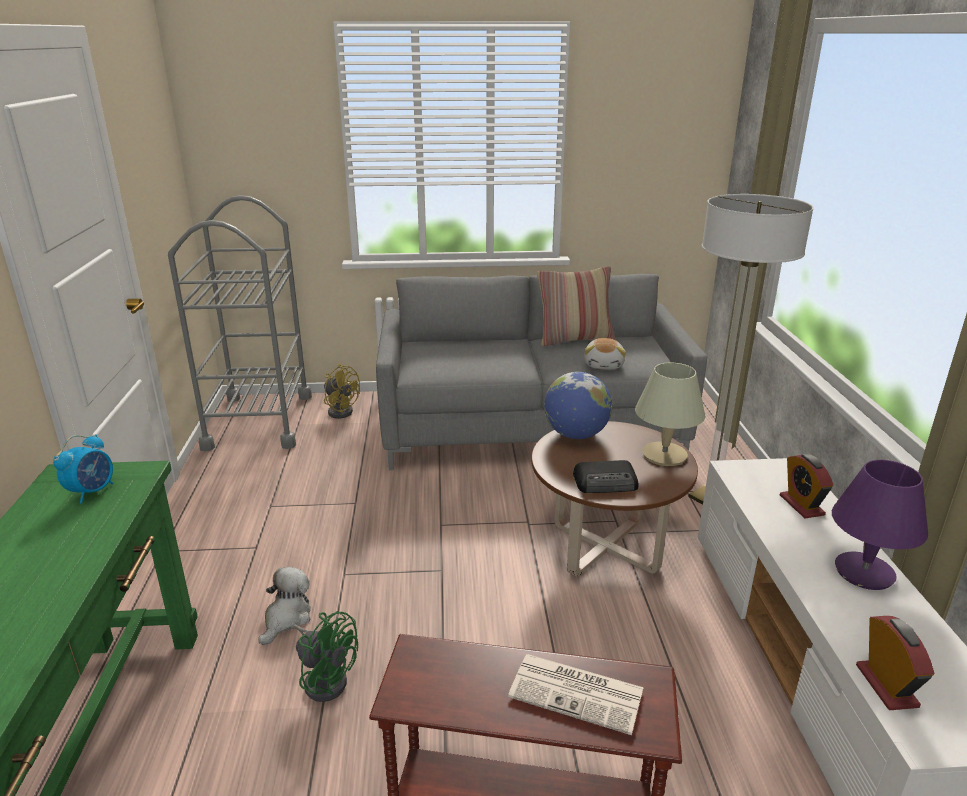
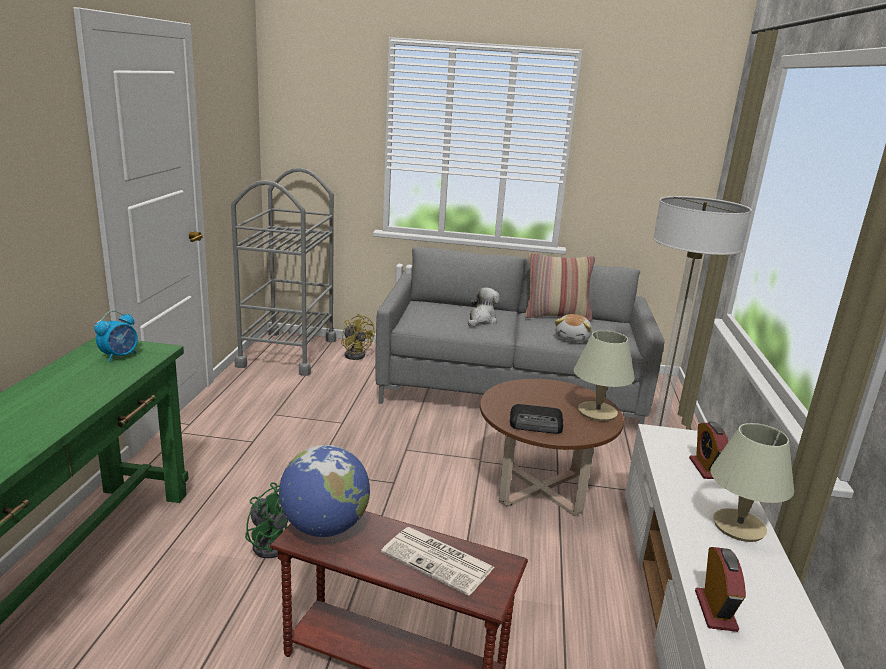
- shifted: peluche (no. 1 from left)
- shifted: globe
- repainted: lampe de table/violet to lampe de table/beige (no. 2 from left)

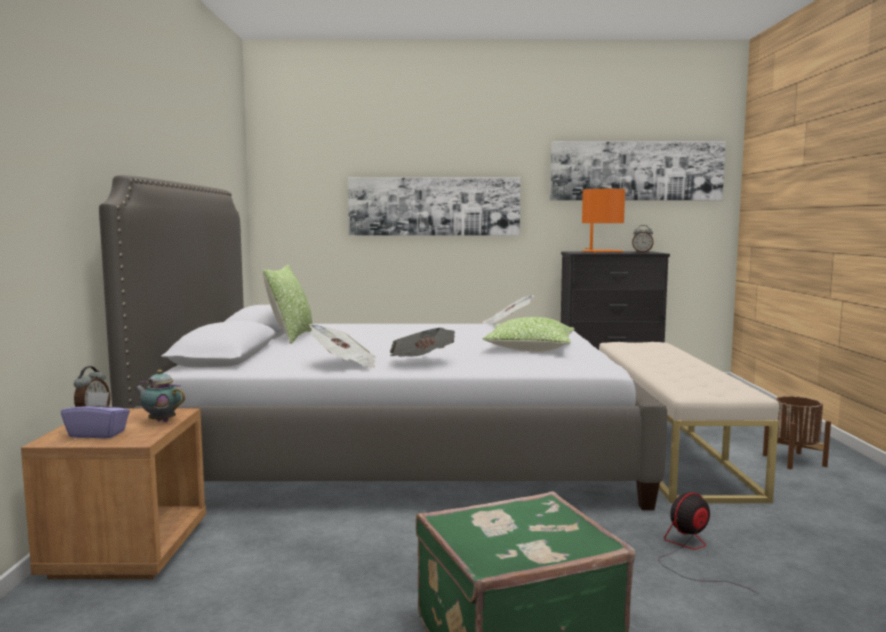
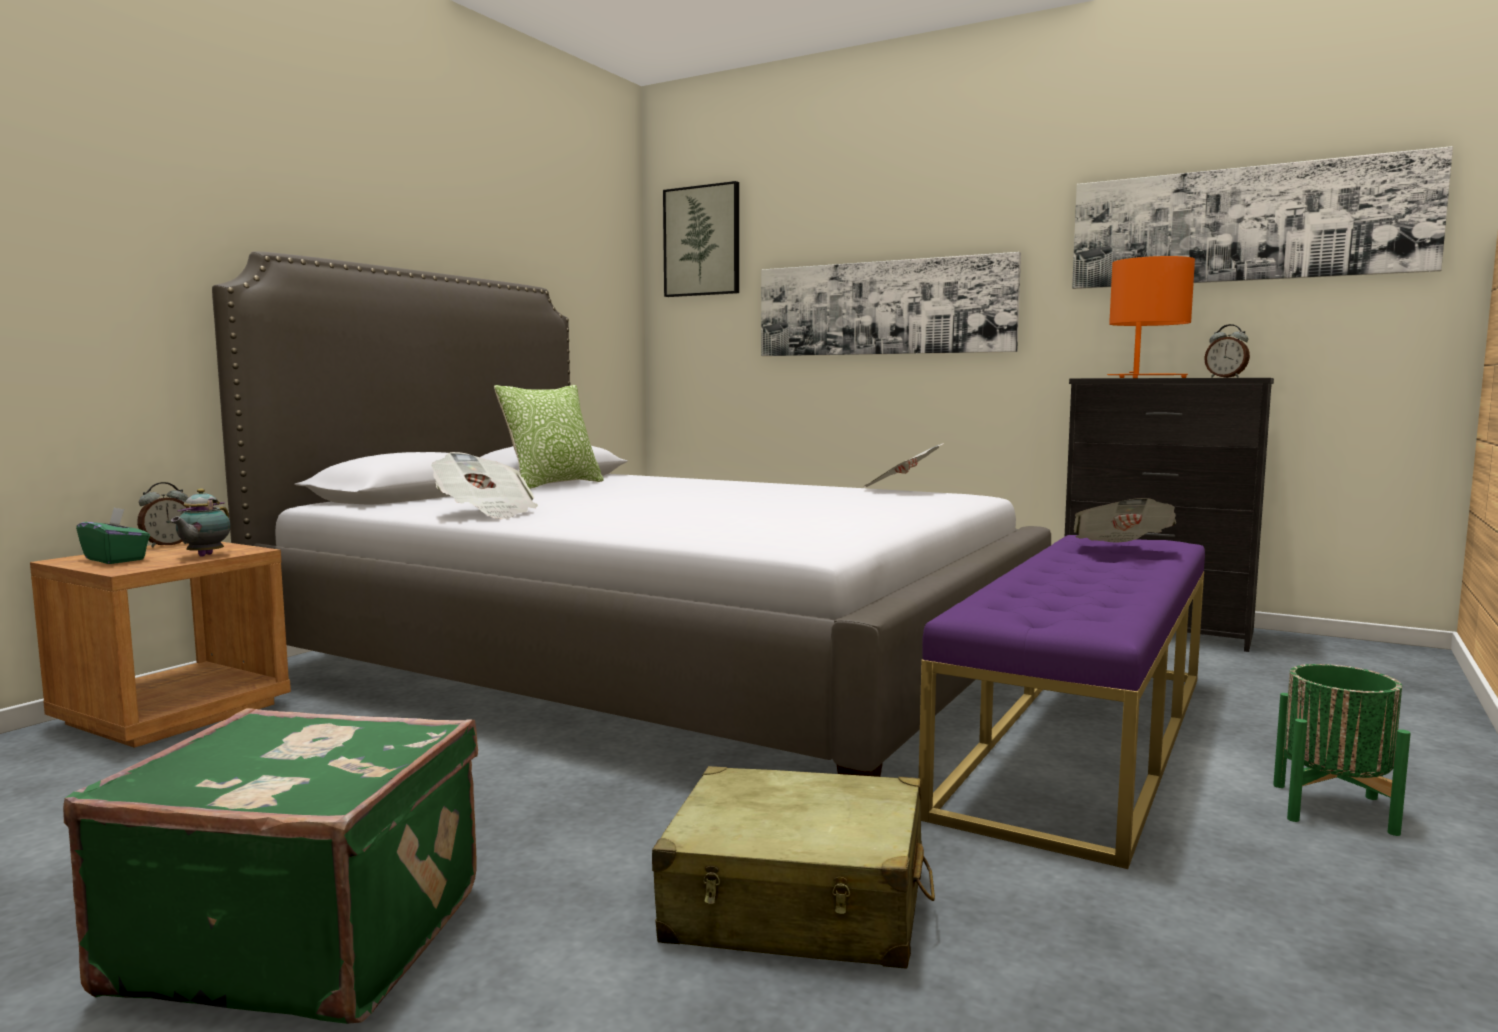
- repainted: boîte à mouchoirs/violet to boîte à mouchoirs/vert
- rotated: théière 135 degrees counterclockwise
- shifted: journal (no. 2 from left in the first image) to journal (no. 3 from left)
- gone: coussin (no. 2 from left)
- repainted: banc/beige to banc/violet
- swapped: ventilateur to valise/beige
- repainted: cache-pot/marron to cache-pot/vert
- new: tableau (no. 1 from left)

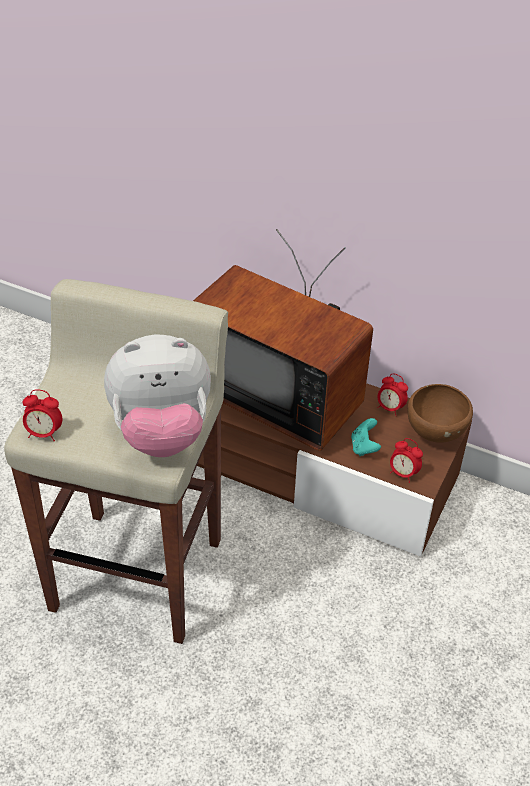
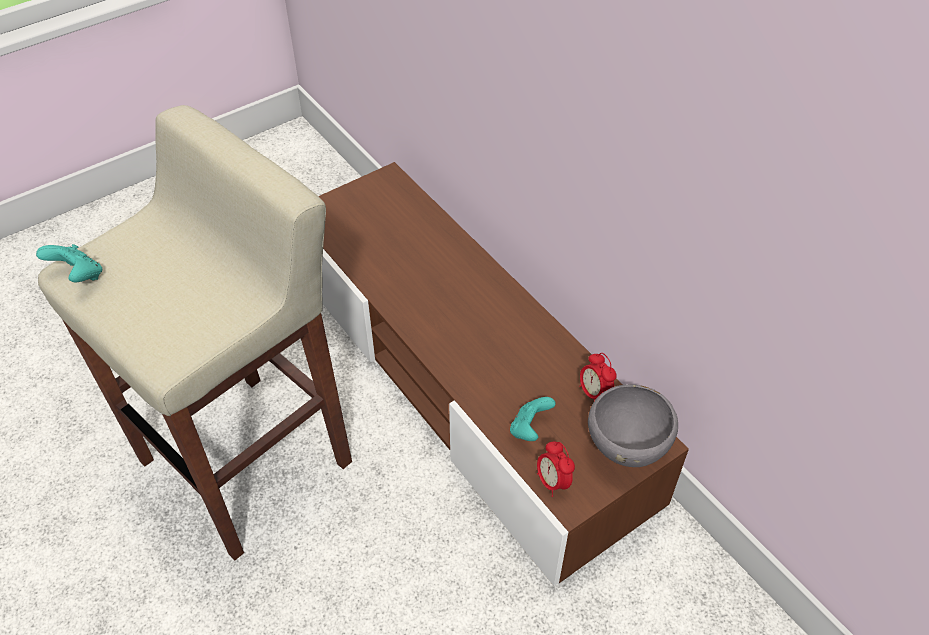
- swapped: réveil (no. 1 from left) to manette/turquoise (no. 1 from left)
- gone: peluche
- gone: téléviseur
- repainted: bol/marron to bol/gris

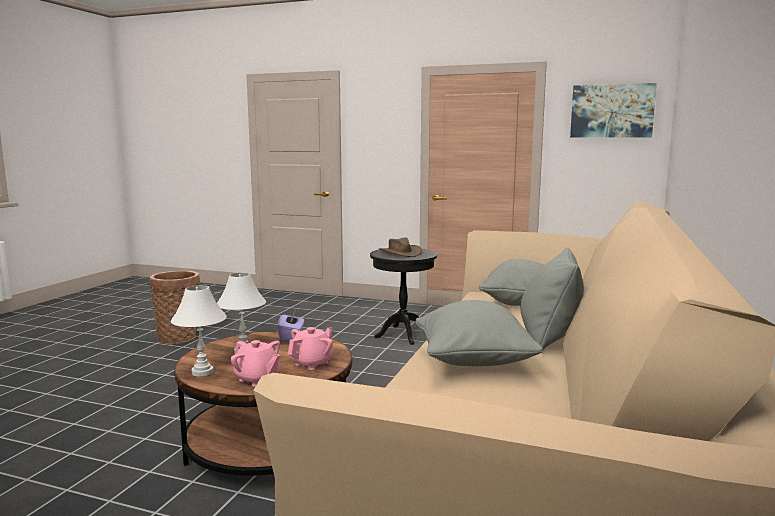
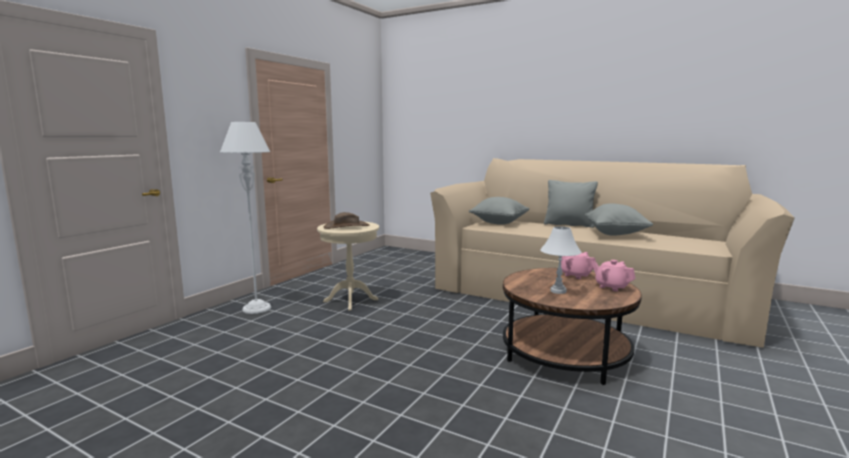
- gone: panier
- gone: lampe de table/blanc (no. 1 from left)
- rotated: théière/rose (no. 1 from left in the first image) 90 degrees counterclockwise
- gone: boîte à mouchoirs/violet
- repainted: table d'appoint/noir to table d'appoint/beige
- gone: tableau
- new: lampadaire/gris

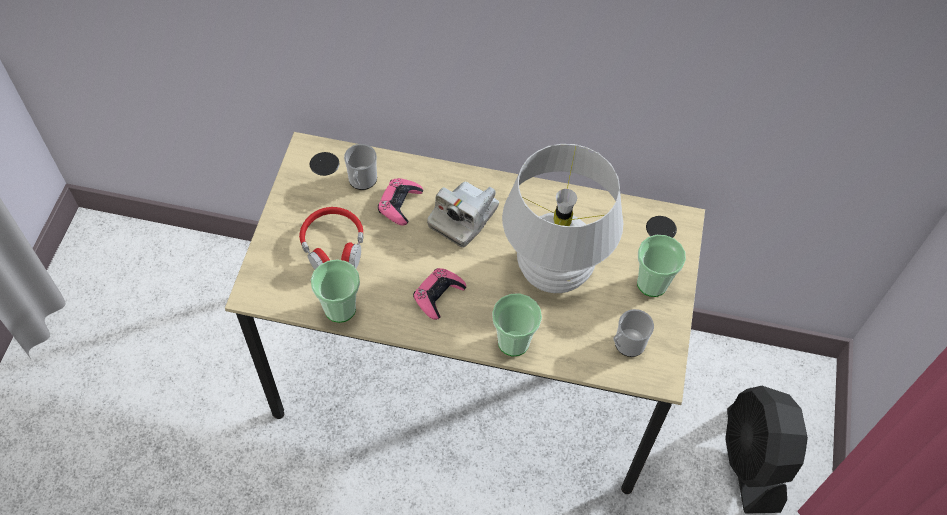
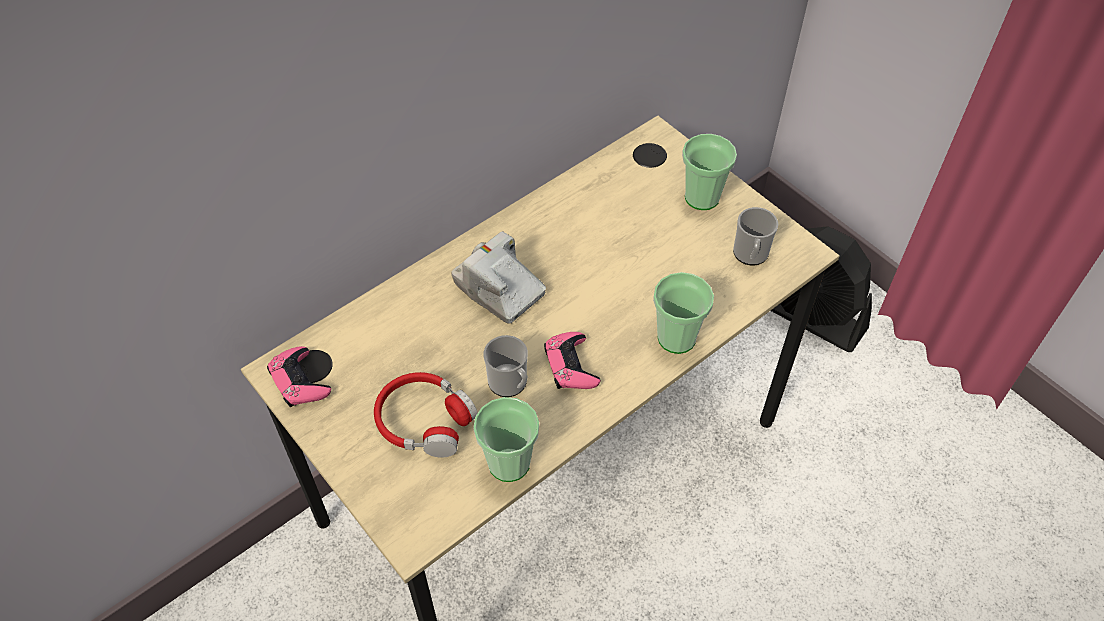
- shifted: mug (no. 1 from left)
- shifted: manette/rose (no. 1 from left)
- rotated: appareil photo 150 degrees clockwise
- gone: lampe de table/blanc

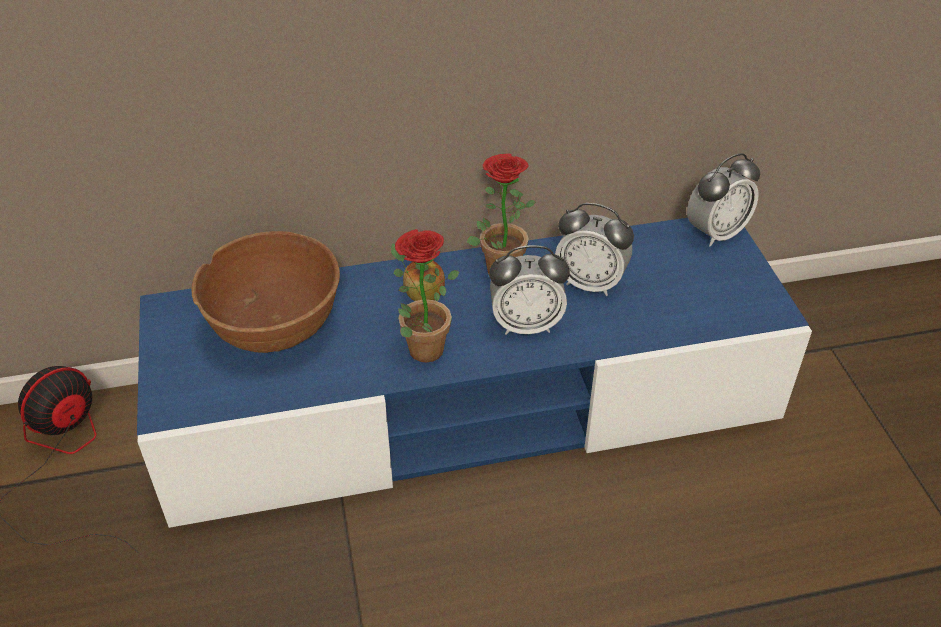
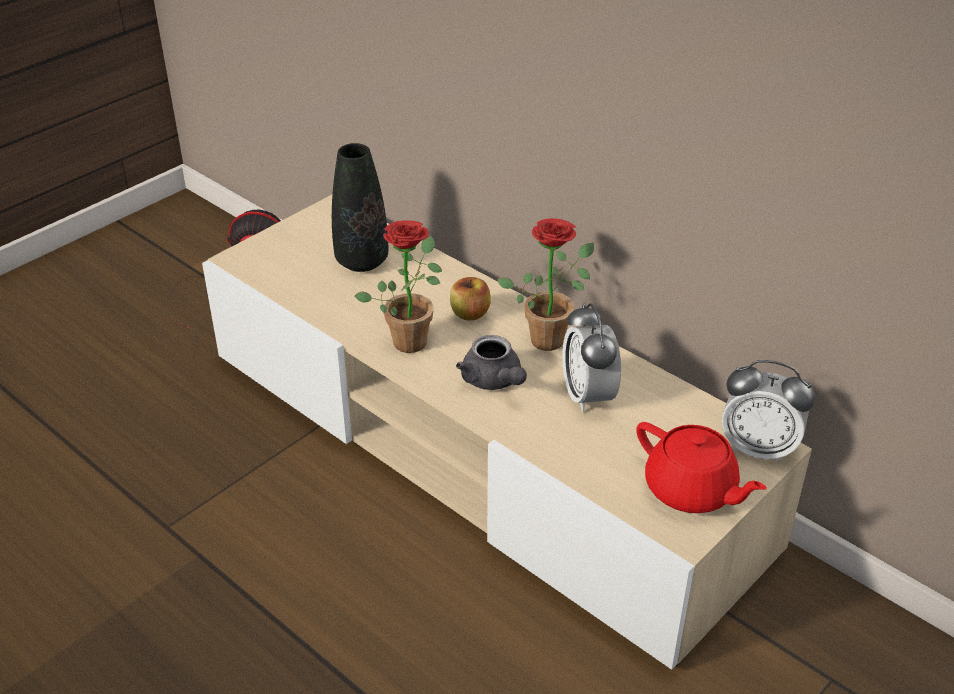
- repainted: meuble télé/bleu to meuble télé/beige
- swapped: bol/marron to vase/noir
- swapped: réveil (no. 1 from left) to théière/gris
- new: théière/rouge

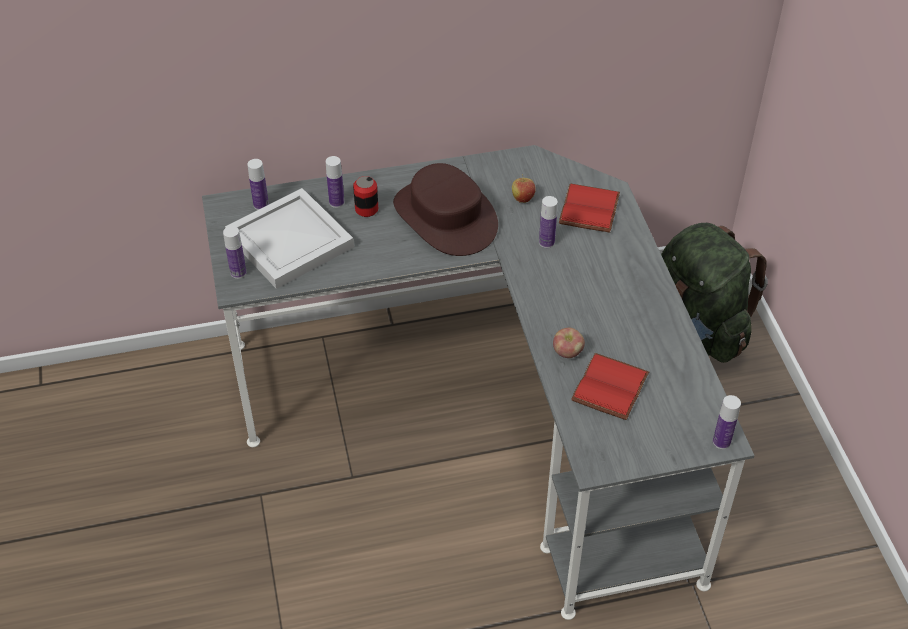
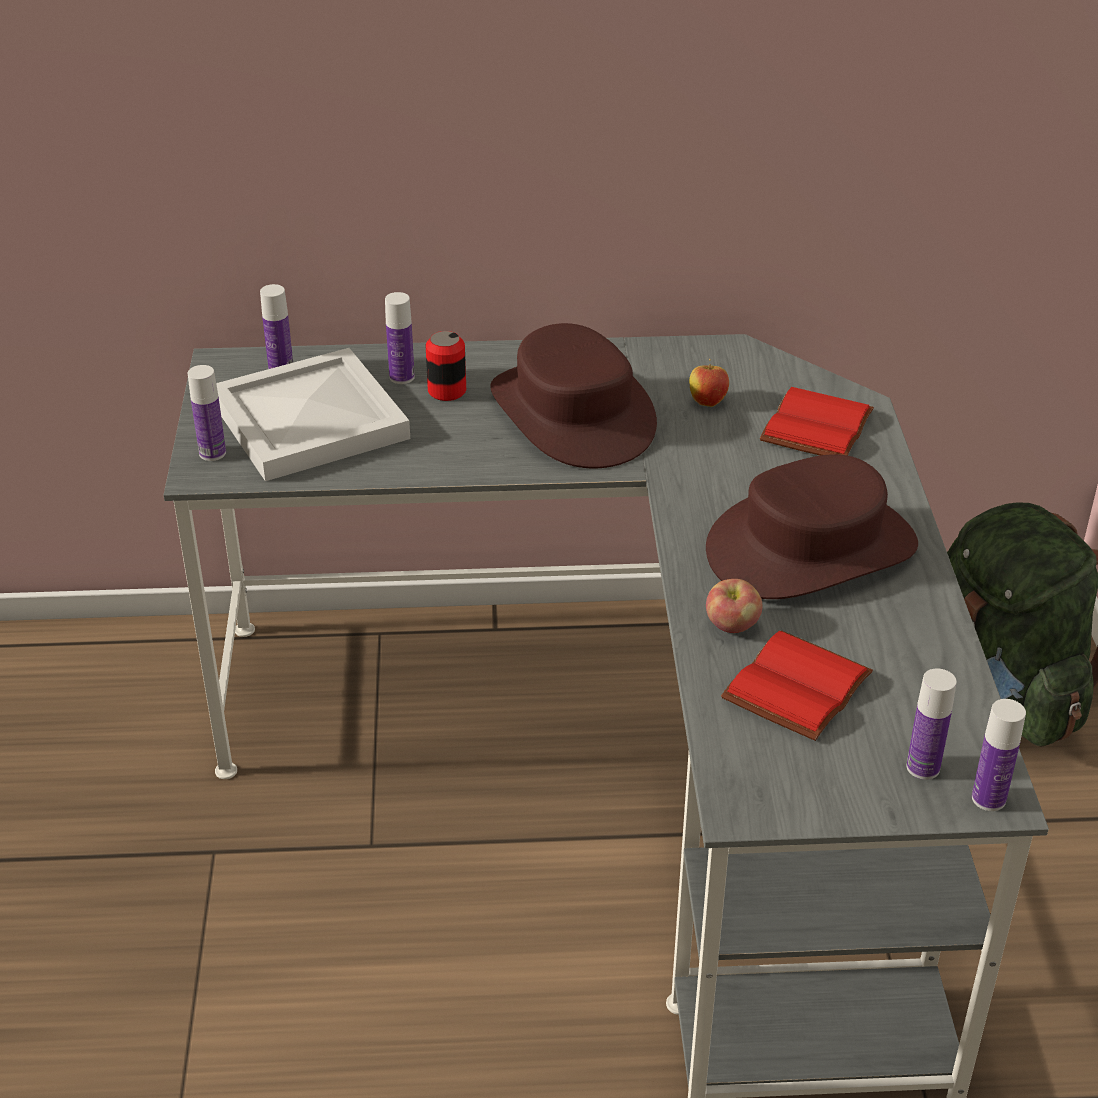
- shifted: bouteille (no. 4 from left)
- new: chapeau/marron (no. 2 from left)

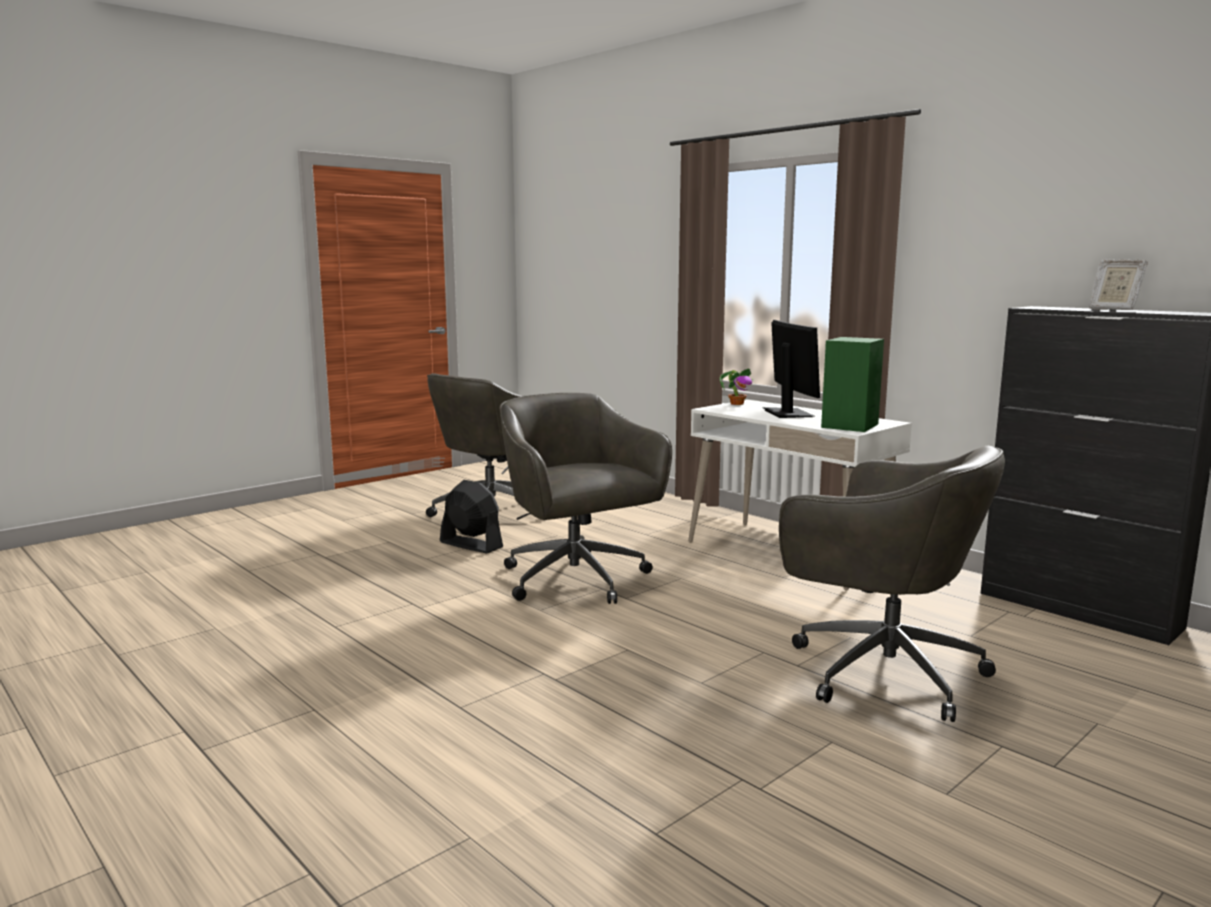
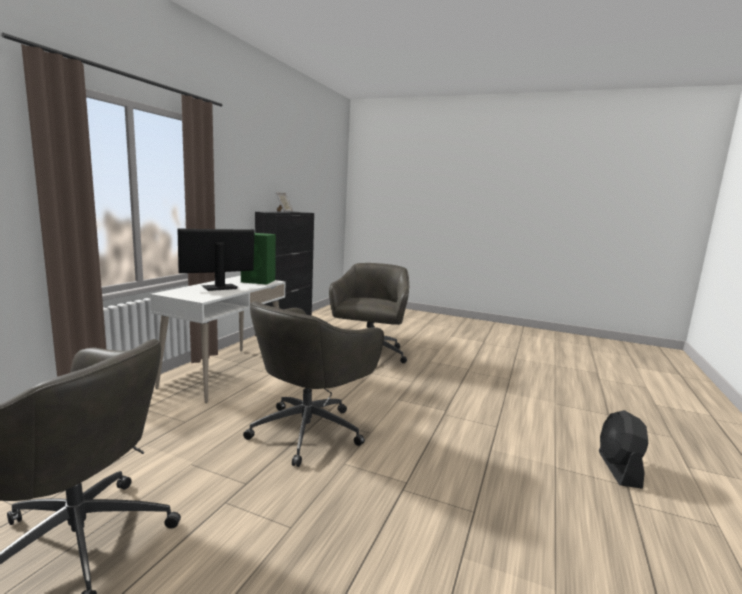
- shifted: ventilateur/noir
- gone: plante en pot

